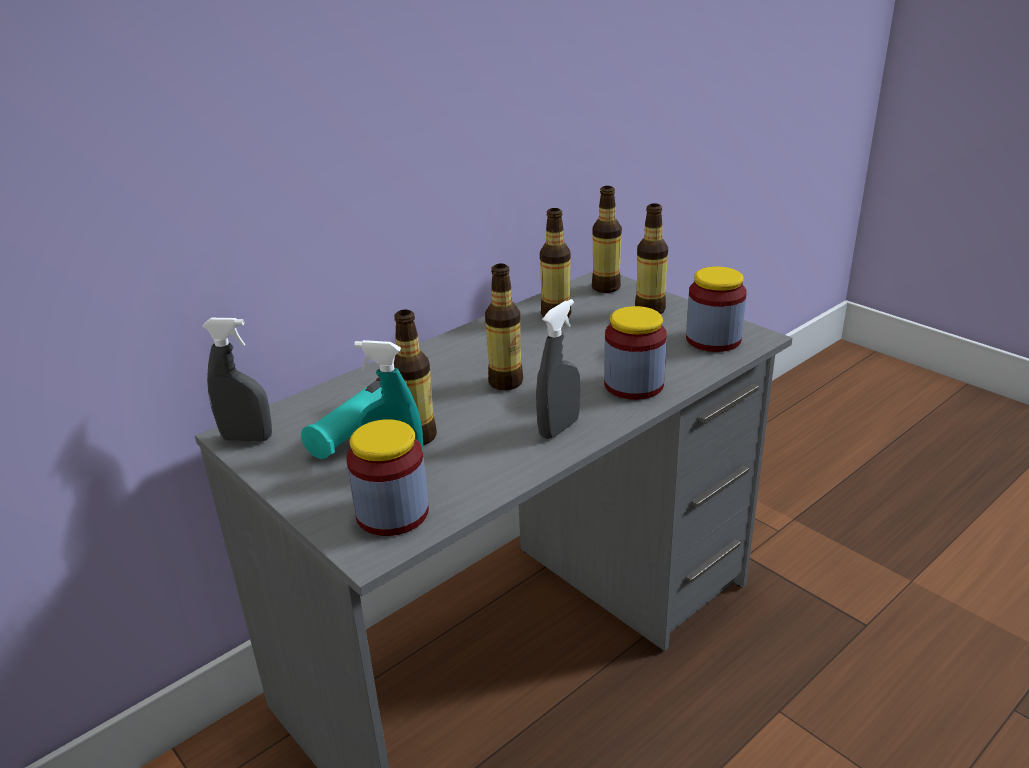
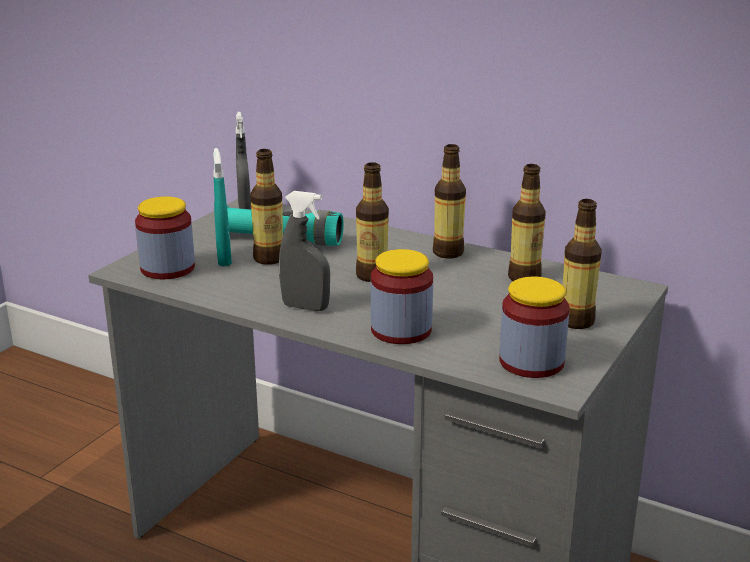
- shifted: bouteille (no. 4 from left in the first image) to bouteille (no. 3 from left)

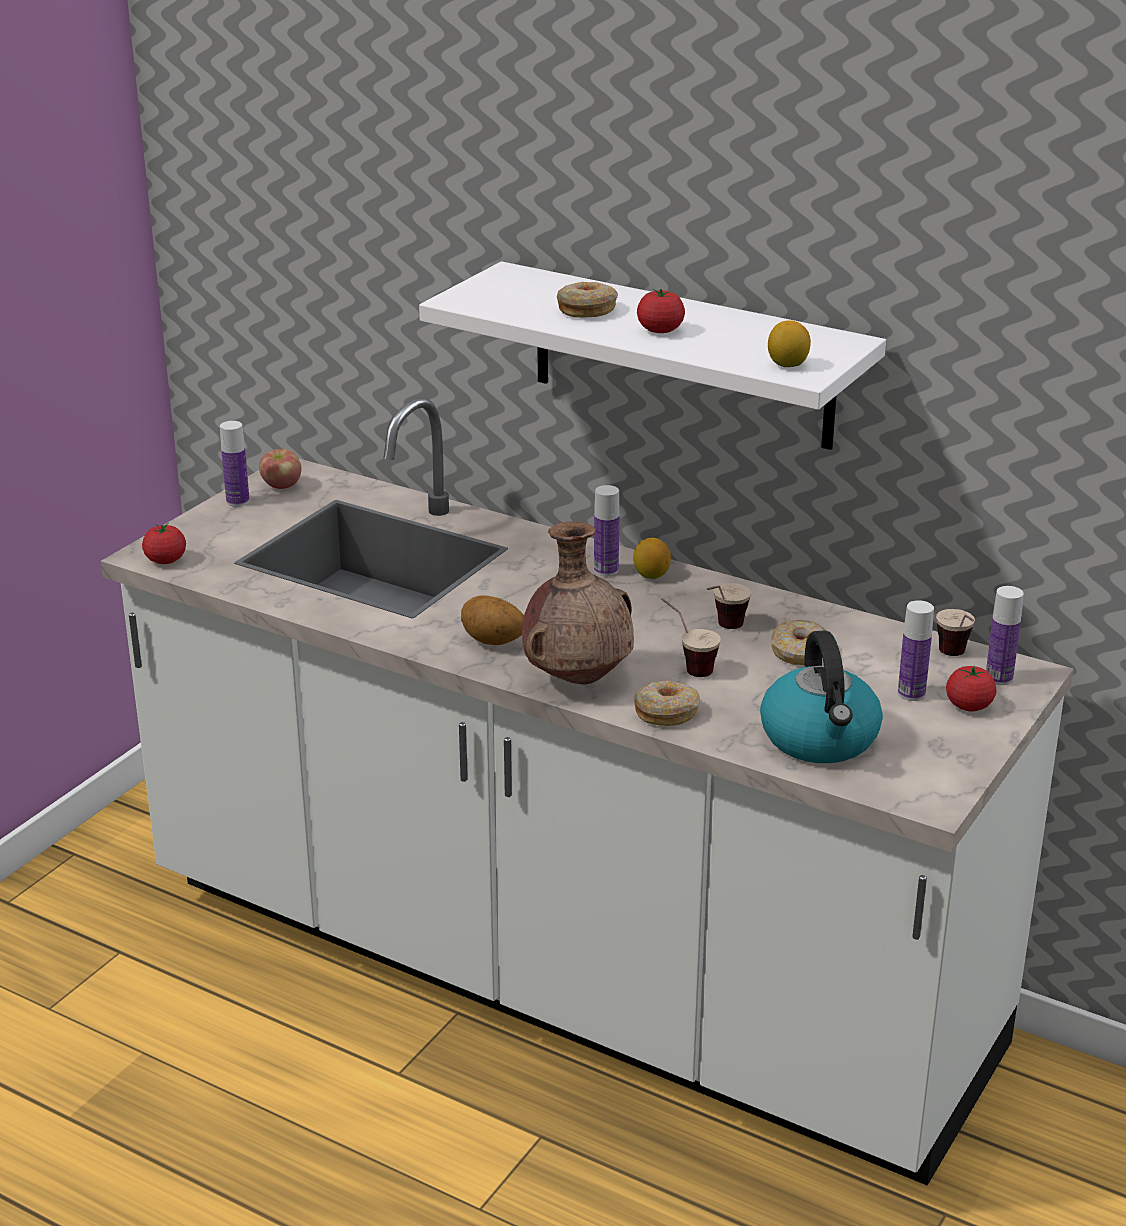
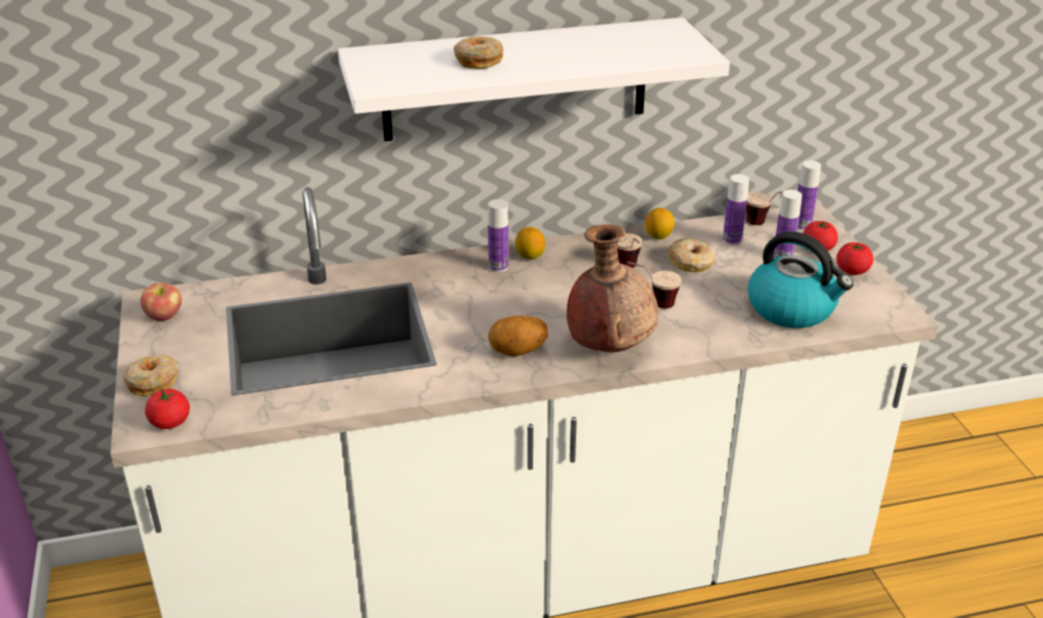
- shifted: bouteille (no. 1 from left in the first image) to bouteille (no. 2 from left)
- shifted: beignet (no. 2 from left in the first image) to beignet (no. 1 from left)
- shifted: tomate (no. 2 from left in the first image) to tomate (no. 3 from left)
- shifted: citron (no. 2 from left)

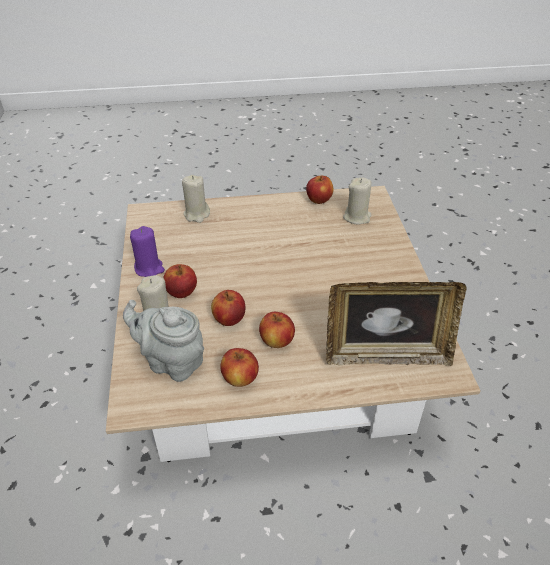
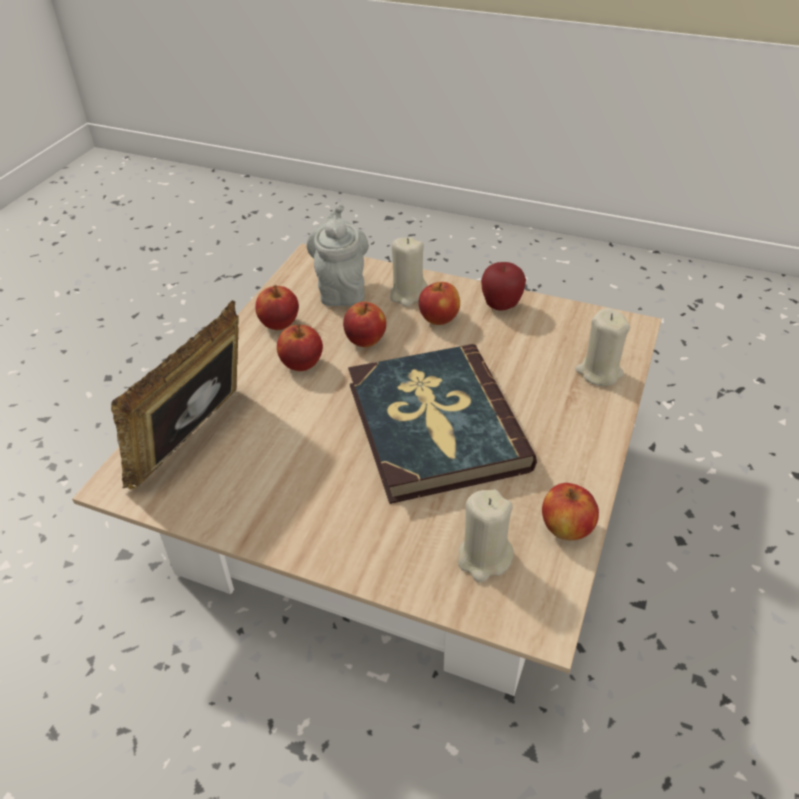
- rotated: théière/gris 60 degrees counterclockwise
- swapped: bougie/violet to pomme (no. 5 from left)
- new: livre

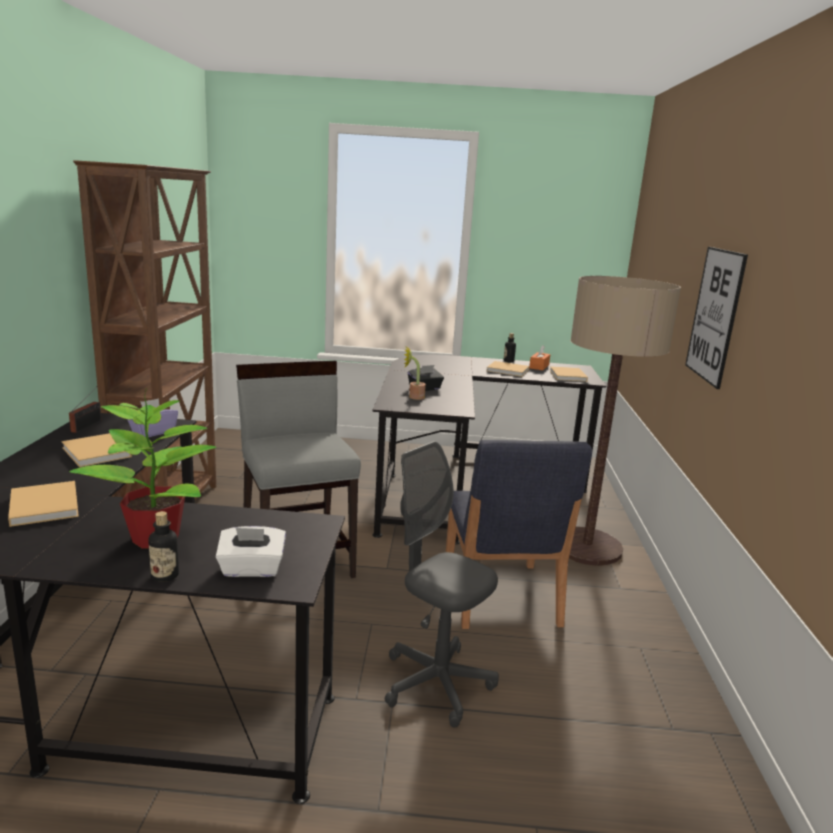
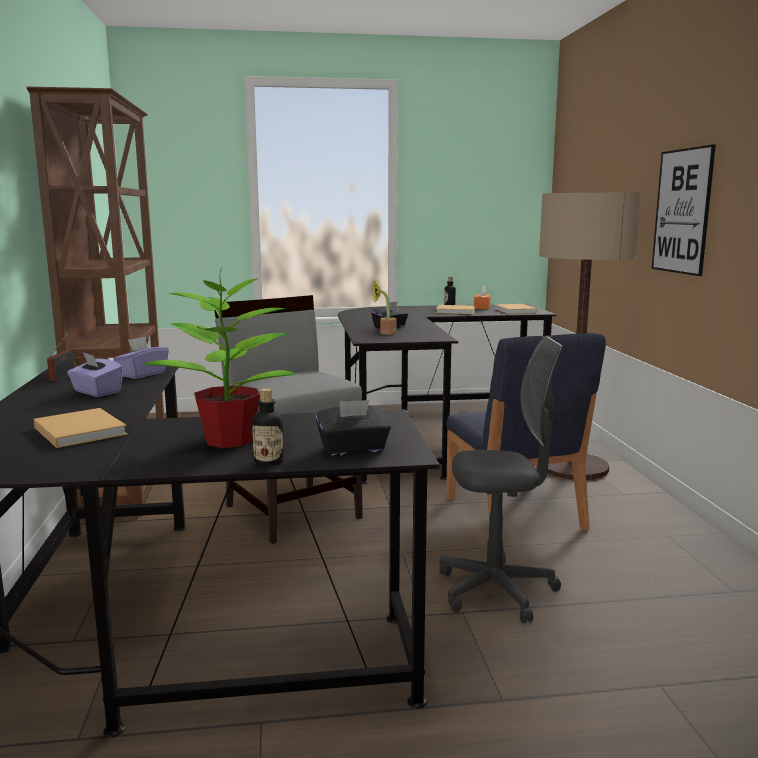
- swapped: livre/beige (no. 2 from left) to boîte à mouchoirs/violet (no. 1 from left)
- repainted: boîte à mouchoirs/blanc to boîte à mouchoirs/noir (no. 1 from left)
- rotated: chaise de bureau/gris 150 degrees clockwise

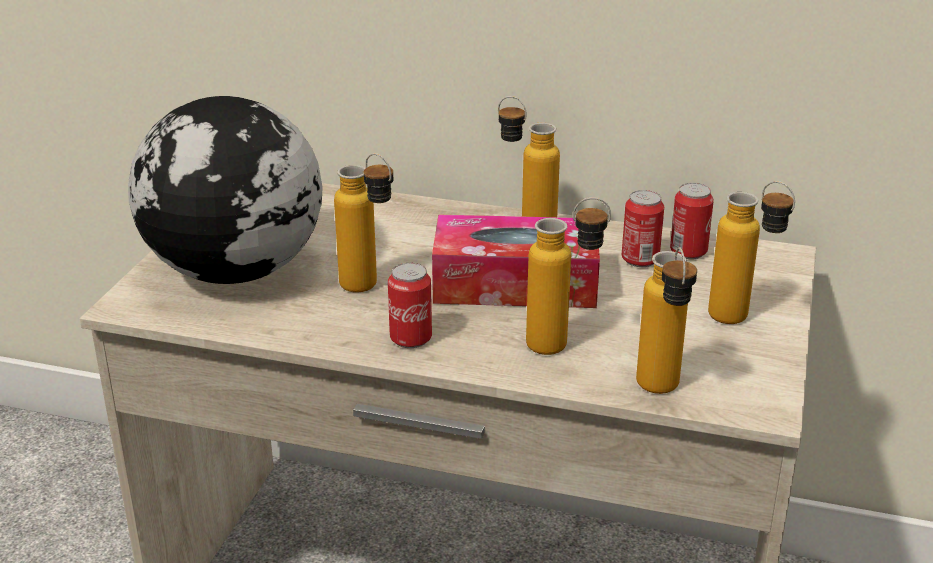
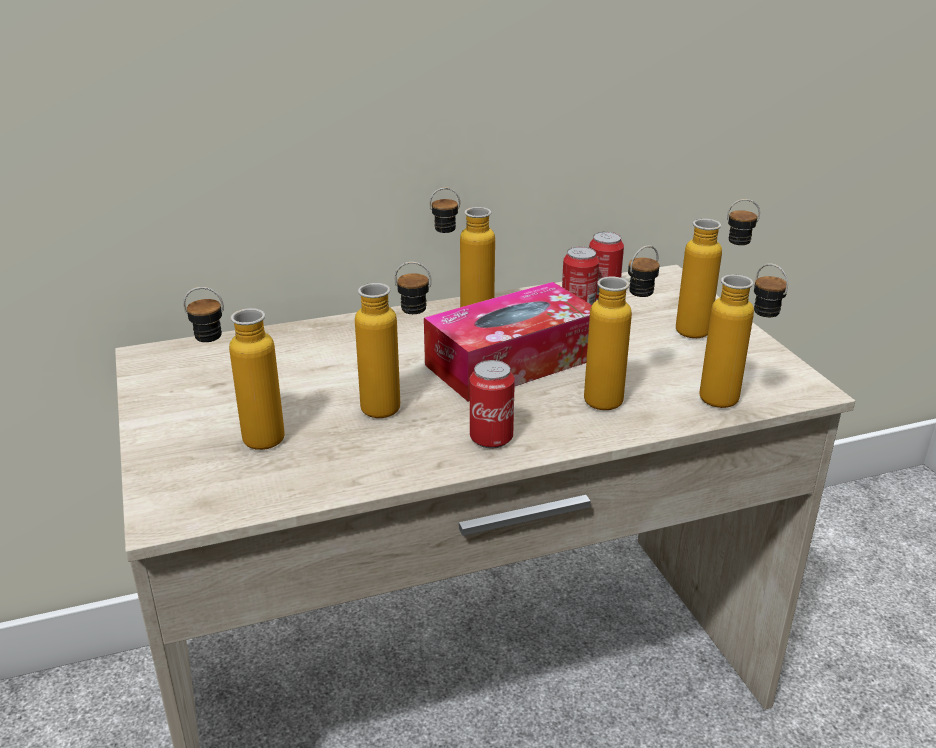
- swapped: globe to bouteille (no. 1 from left)

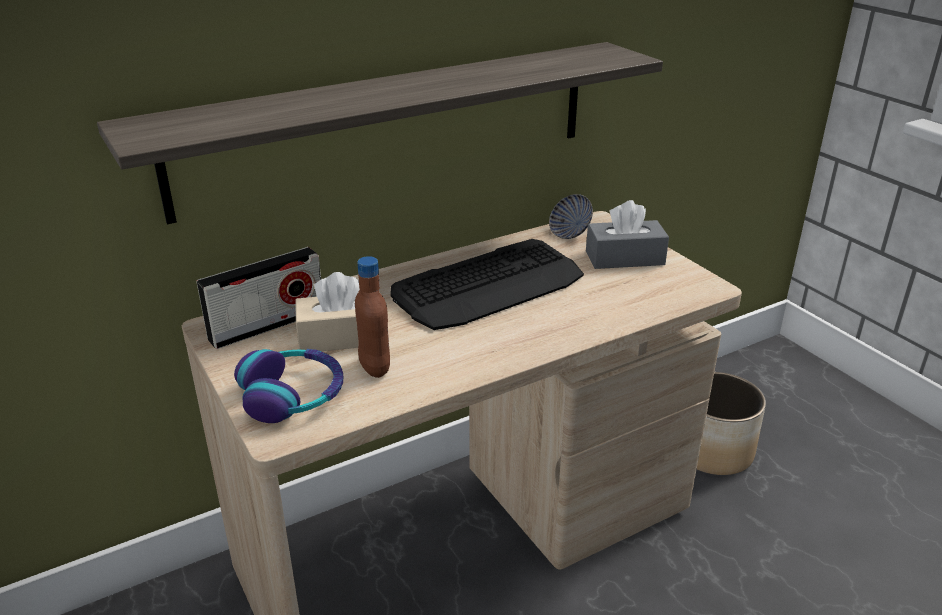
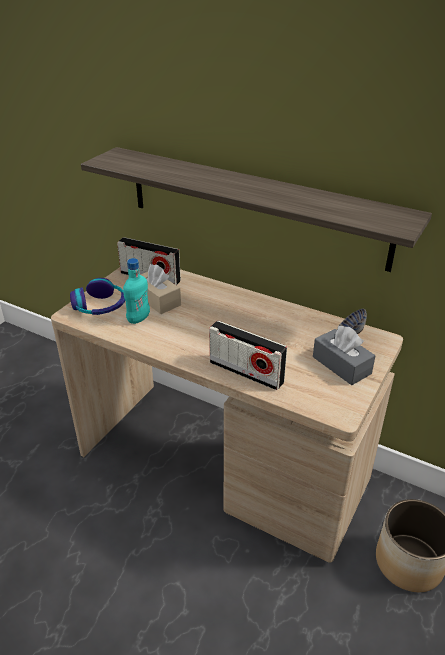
- repainted: bouteille/marron to bouteille/turquoise
- gone: clavier
- new: radio (no. 2 from left)

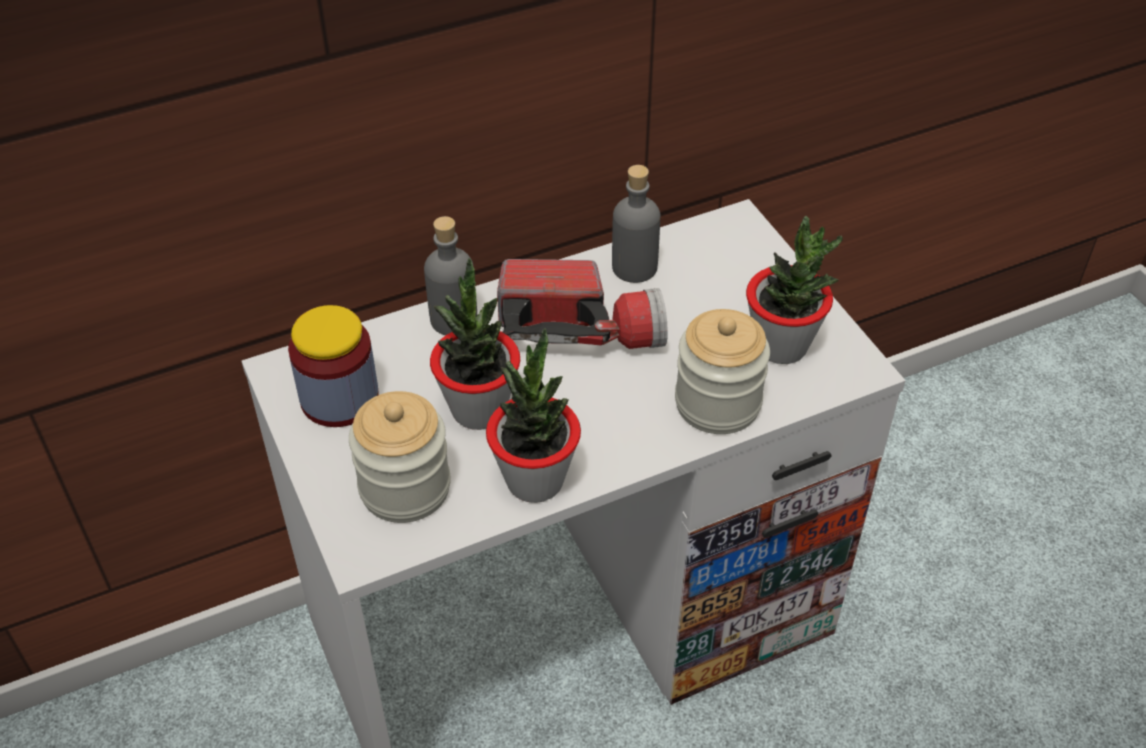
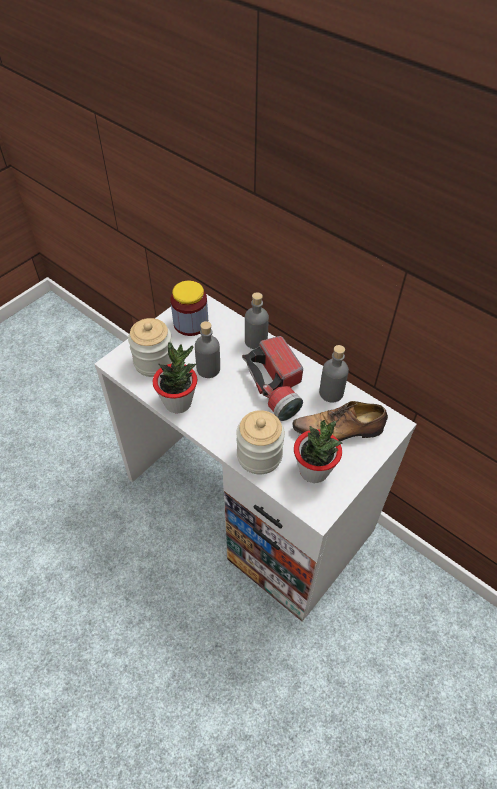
- swapped: plante en pot (no. 1 from left) to bouteille/gris (no. 1 from left)
- new: chaussure

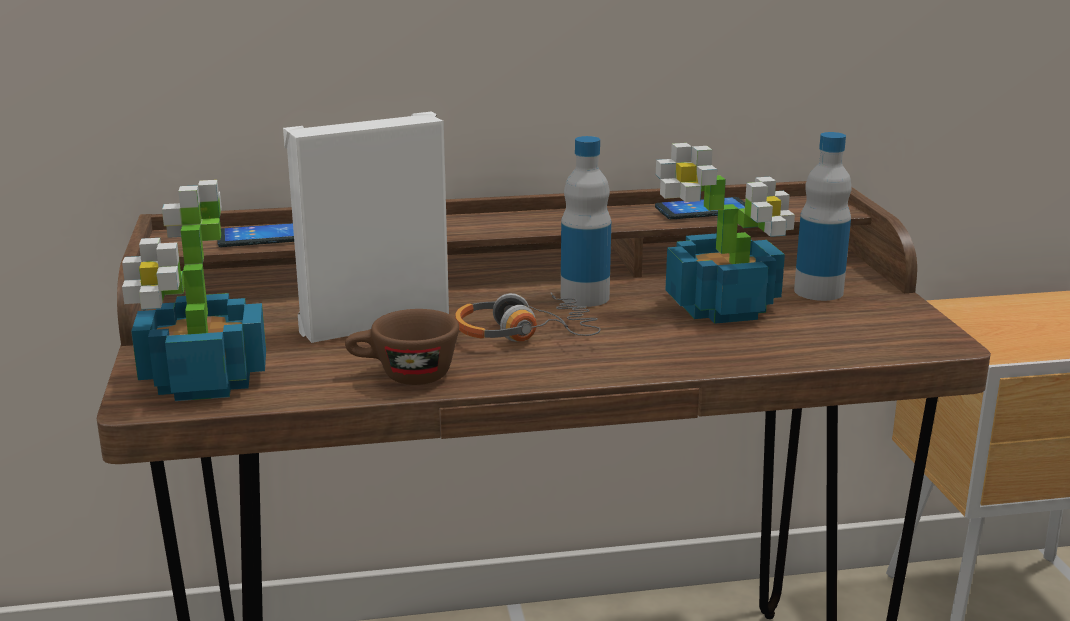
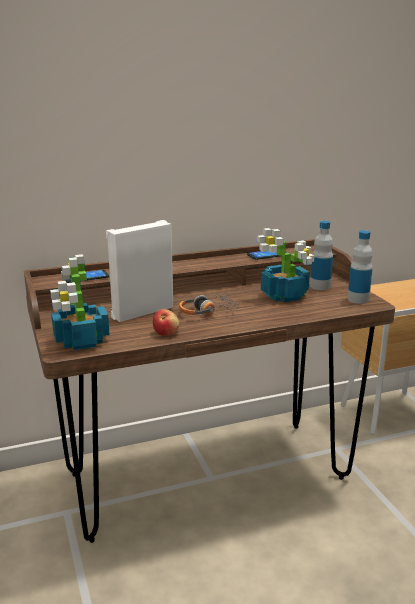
- swapped: tasse/marron to pomme
- shifted: bouteille (no. 1 from left in the first image) to bouteille (no. 2 from left)

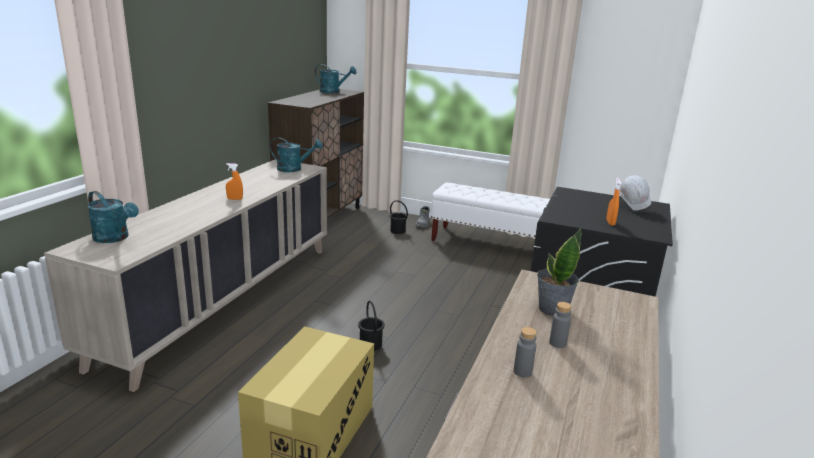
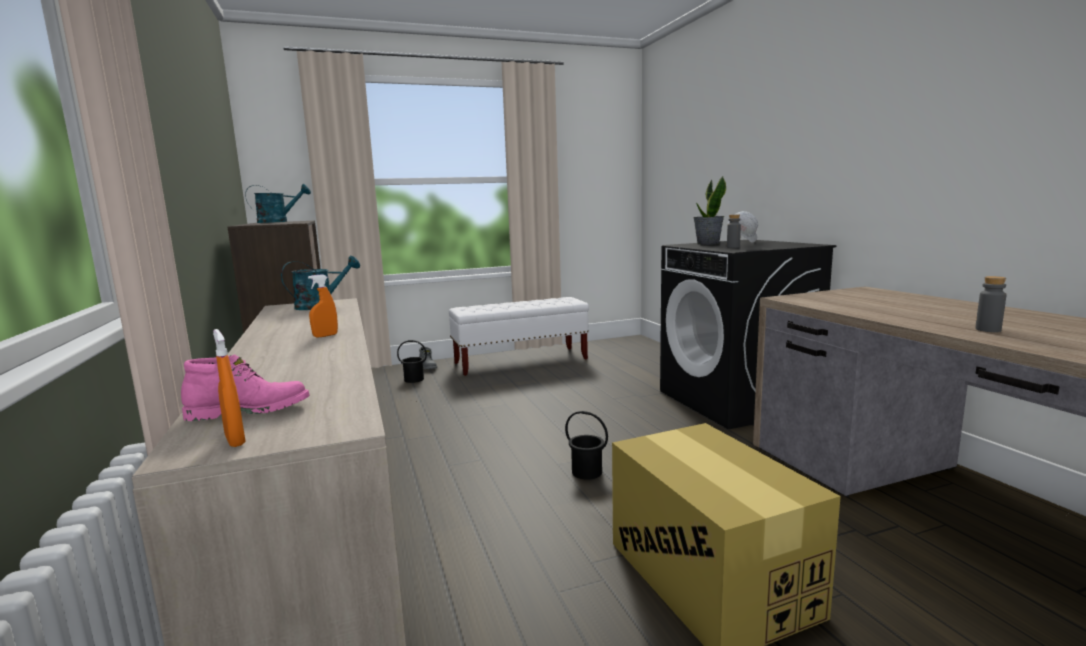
- swapped: arrosoir/turquoise (no. 1 from left) to botte/rose
- shifted: plante en pot
- shifted: bouteille/gris (no. 2 from left in the first image) to bouteille/gris (no. 1 from left)
- shifted: vaporisateur/orange (no. 2 from left in the first image) to vaporisateur/orange (no. 1 from left)

